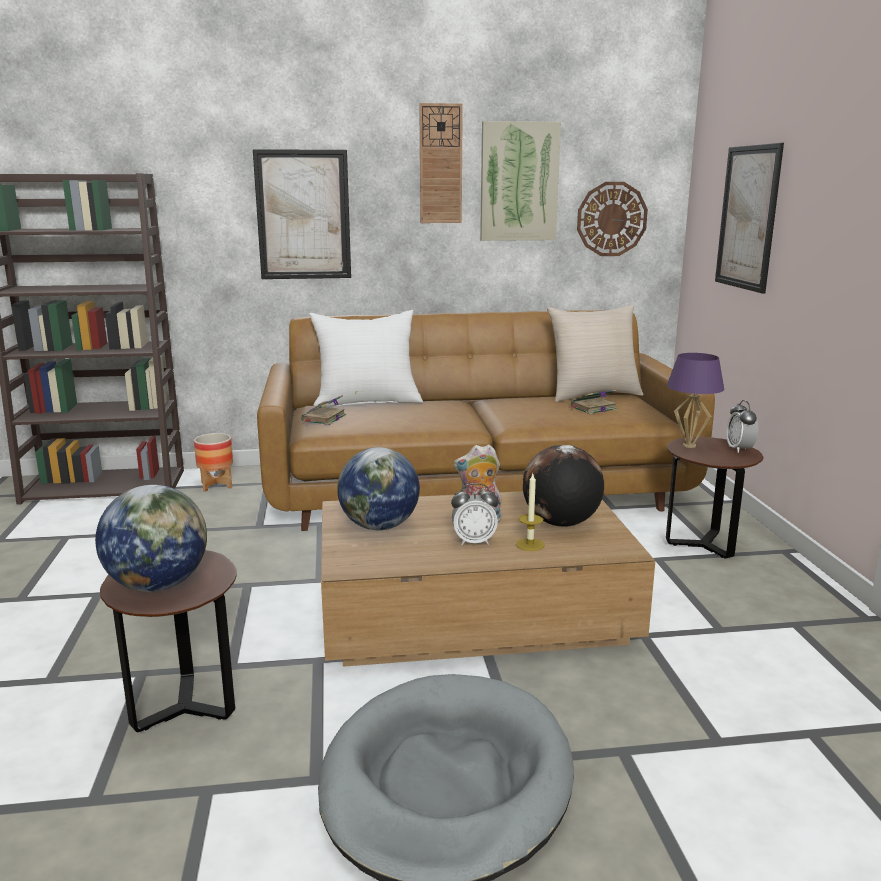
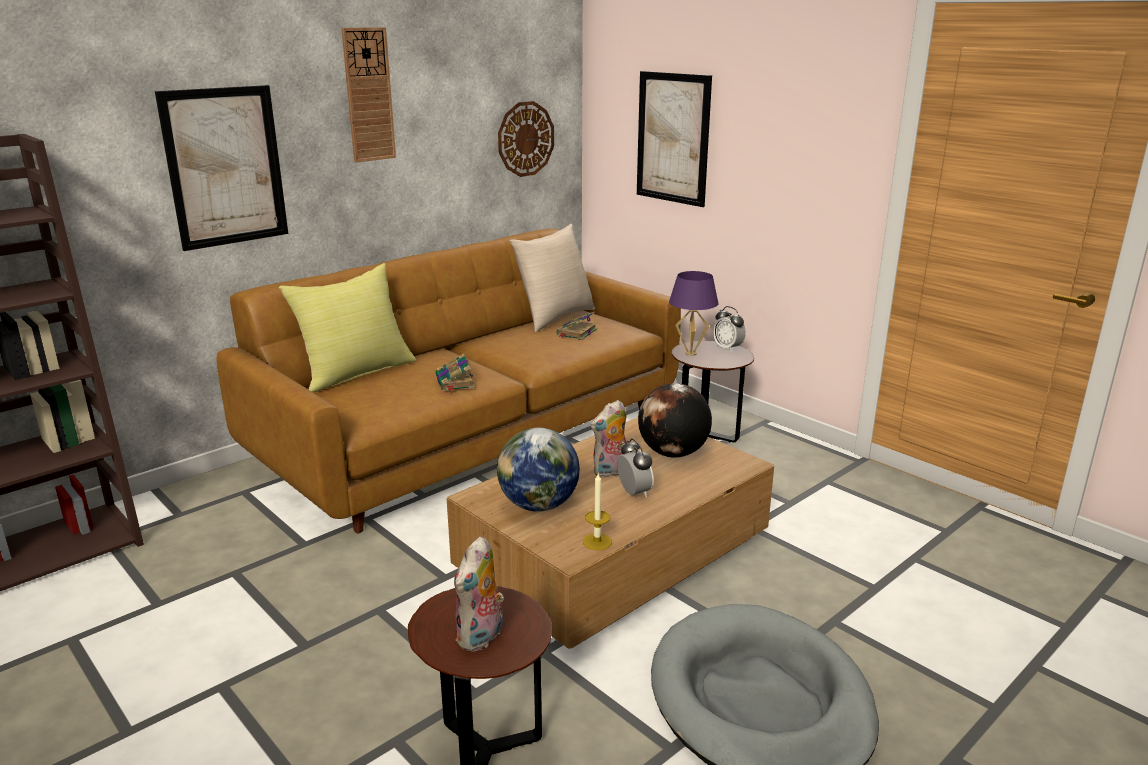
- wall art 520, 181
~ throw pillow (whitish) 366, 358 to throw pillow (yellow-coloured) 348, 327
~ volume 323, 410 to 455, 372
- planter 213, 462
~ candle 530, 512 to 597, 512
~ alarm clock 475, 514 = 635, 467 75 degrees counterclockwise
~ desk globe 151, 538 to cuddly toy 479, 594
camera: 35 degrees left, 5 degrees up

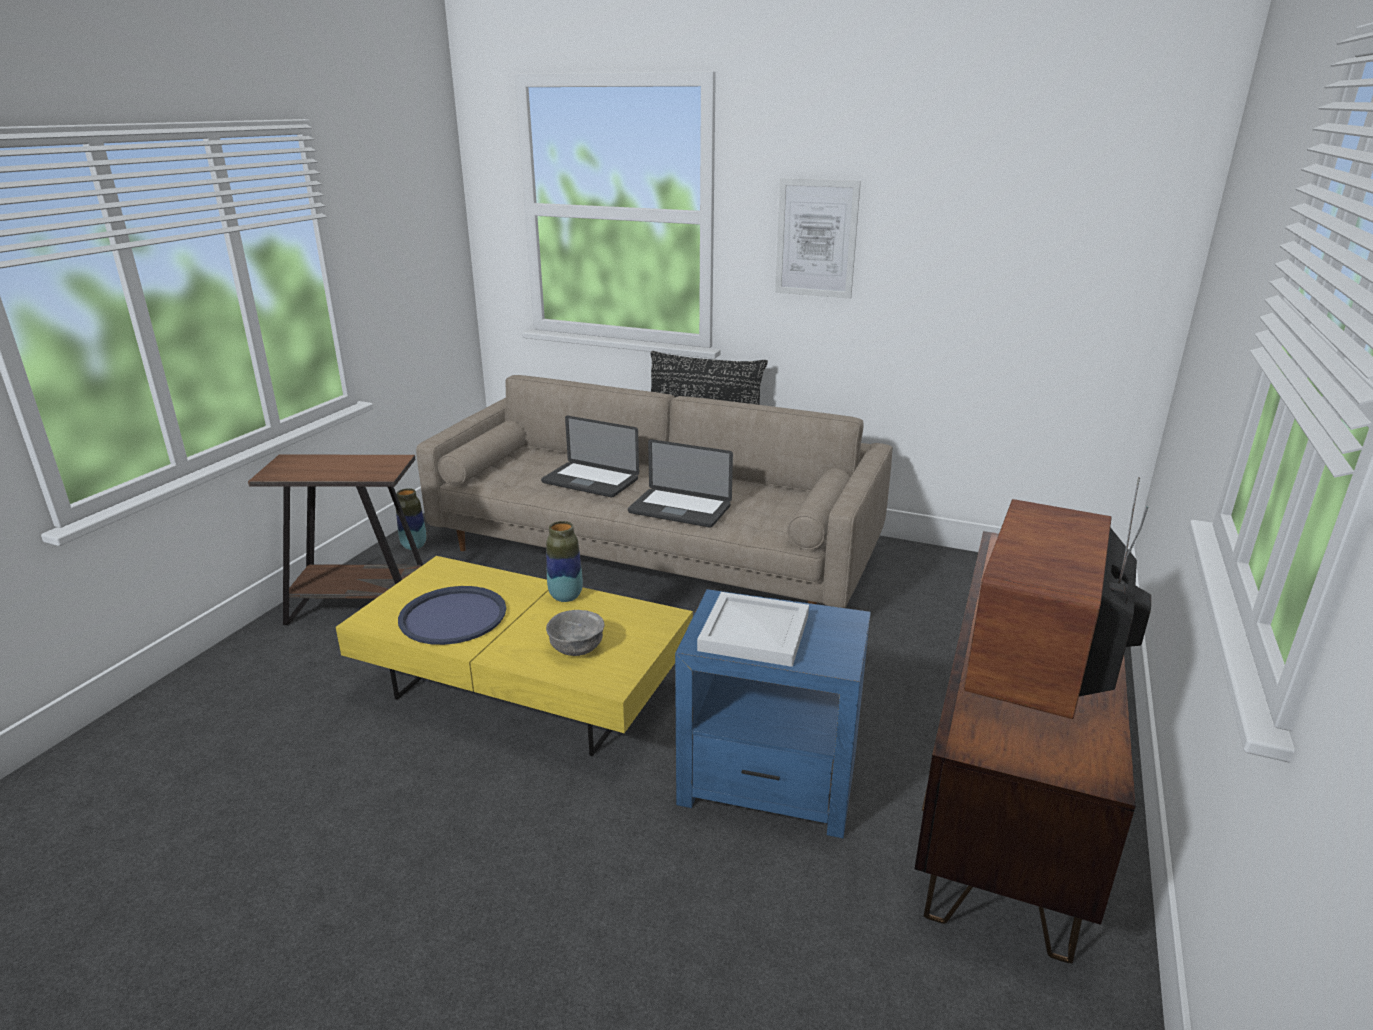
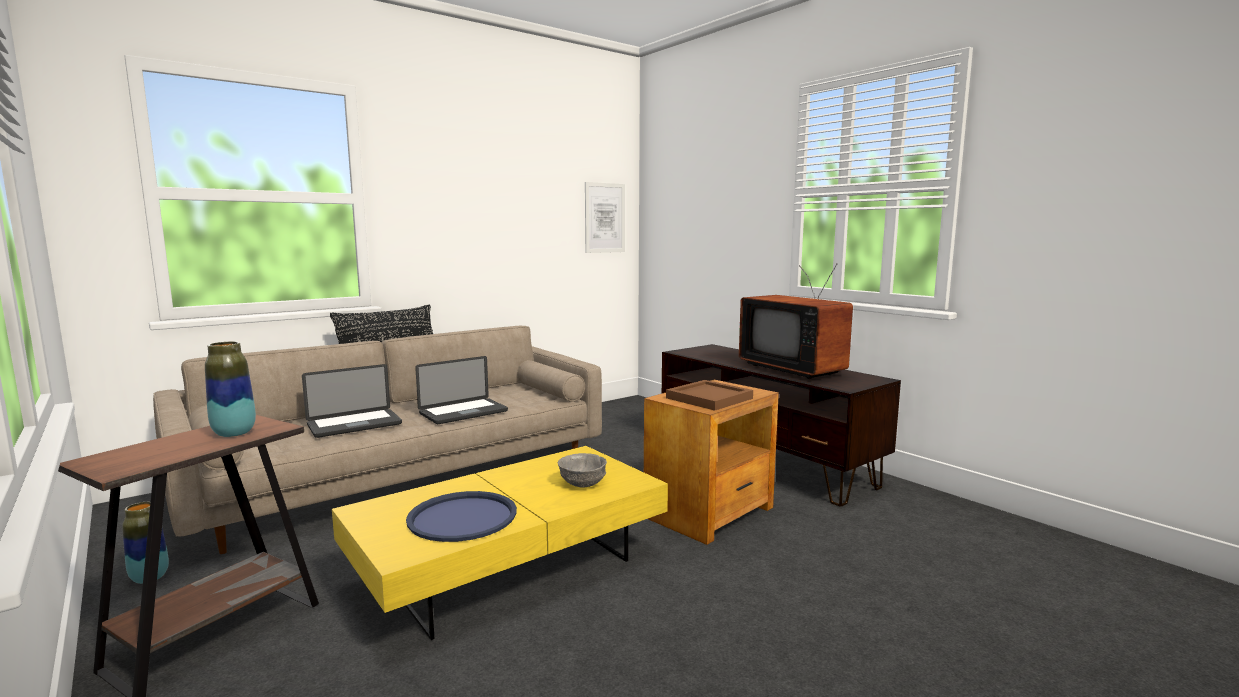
~ wall art 818, 238 to 605, 217
~ vase 564, 561 to 230, 389
~ side table (blue) 773, 713 to side table (brownish) 711, 462
~ tray (whitish) 753, 629 to tray (brownish) 709, 395
camera: 60 degrees left, 15 degrees down

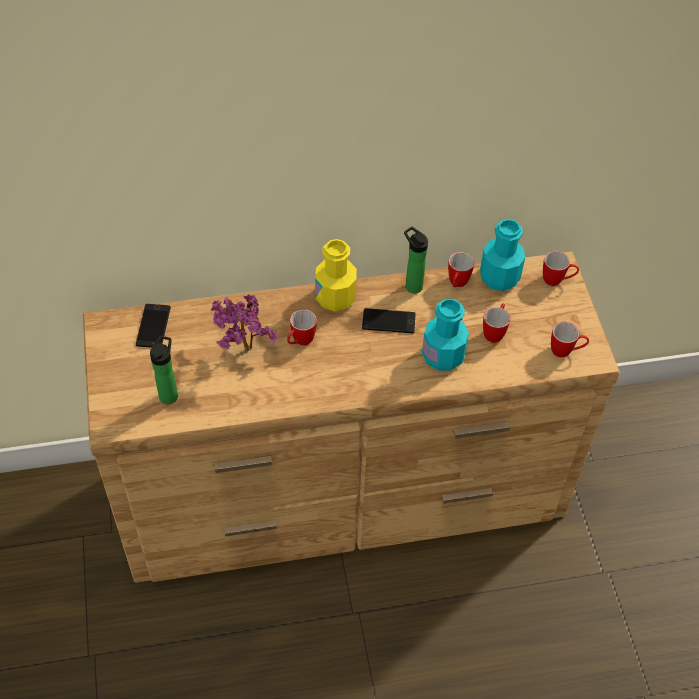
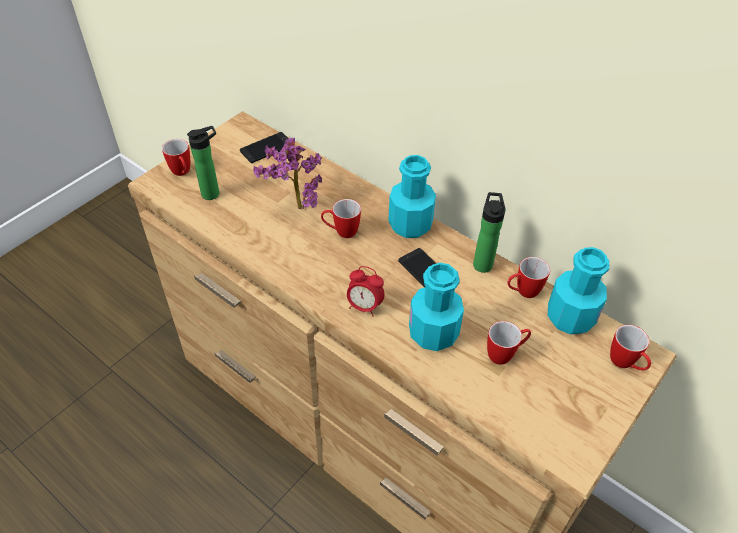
~ drink bottle (yellow-coloured) 336, 275 to drink bottle (turquoise) 412, 196
~ coffee mug 570, 340 to 176, 157
+ alarm clock 366, 291
camera: 50 degrees right, 5 degrees down

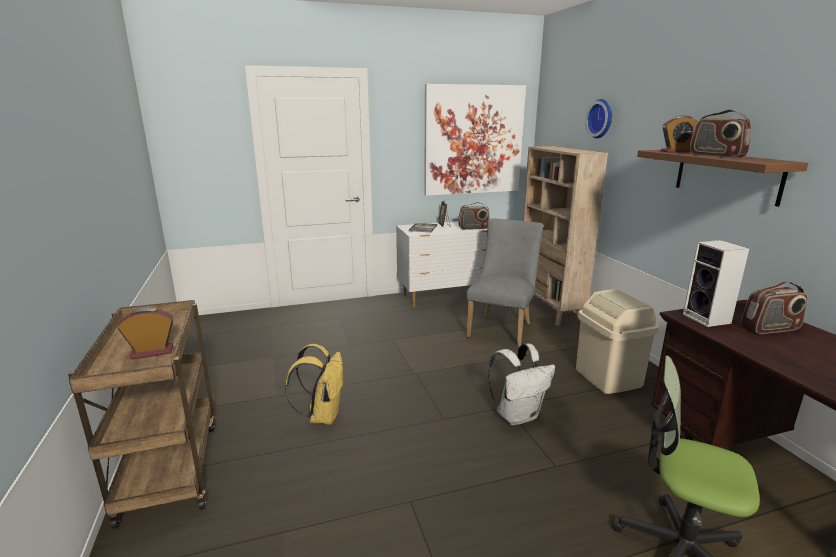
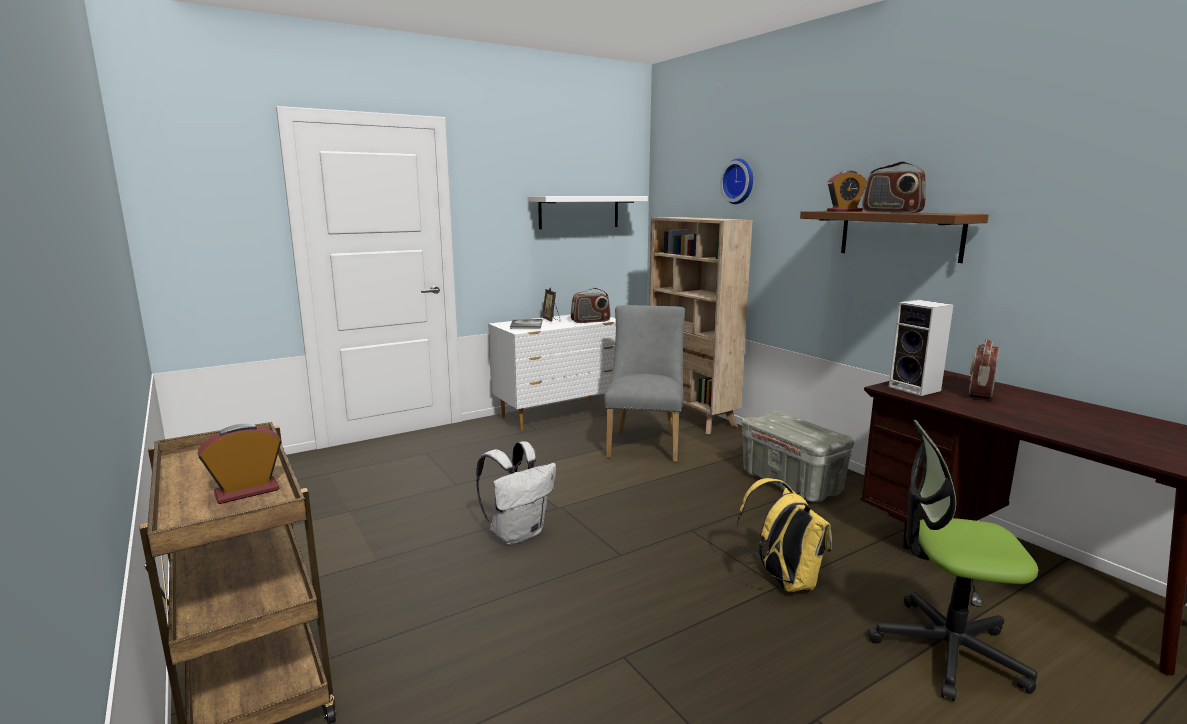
~ wall art 475, 140 to bracket shelf (whitish) 587, 212
~ radio receiver 774, 308 = 984, 369 150 degrees clockwise
~ trash can (beige-coloured) 617, 341 to storage box (grey) 798, 456
~ rucksack (yellow-coloured) 314, 384 to 784, 535
~ rucksack (whitish) 521, 385 to 516, 493
camera: 15 degrees left, 5 degrees down

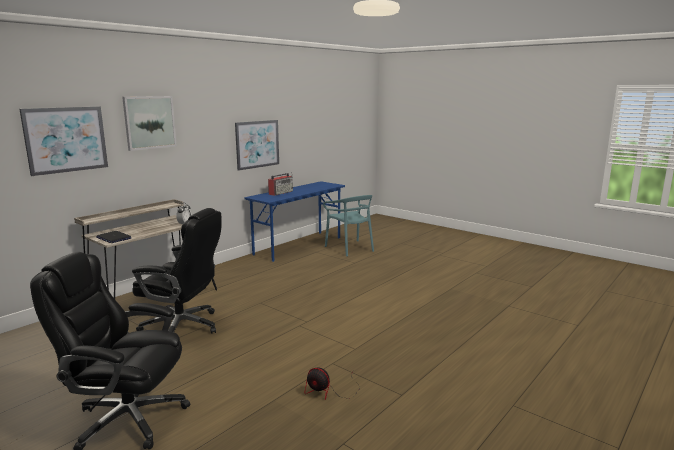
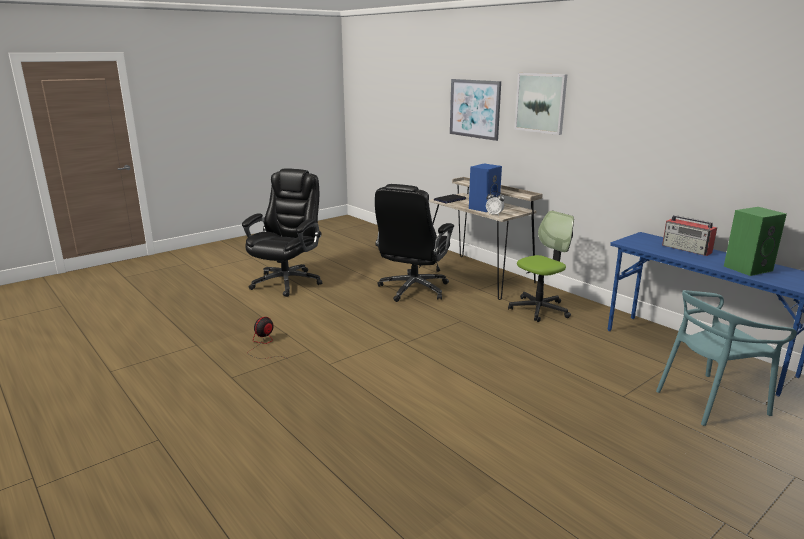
- wall art 257, 145
+ speaker (blue) 485, 187
+ speaker (greenish) 755, 241
+ computer chair 541, 266
camera: 100 degrees right, 5 degrees up

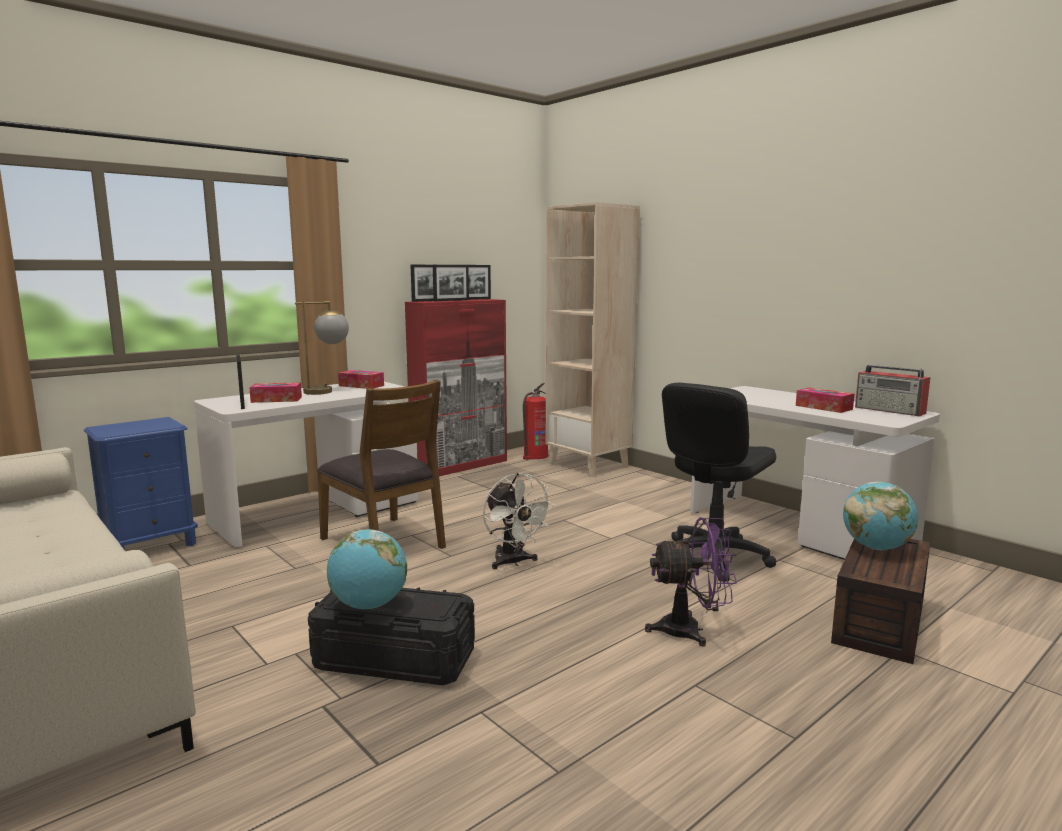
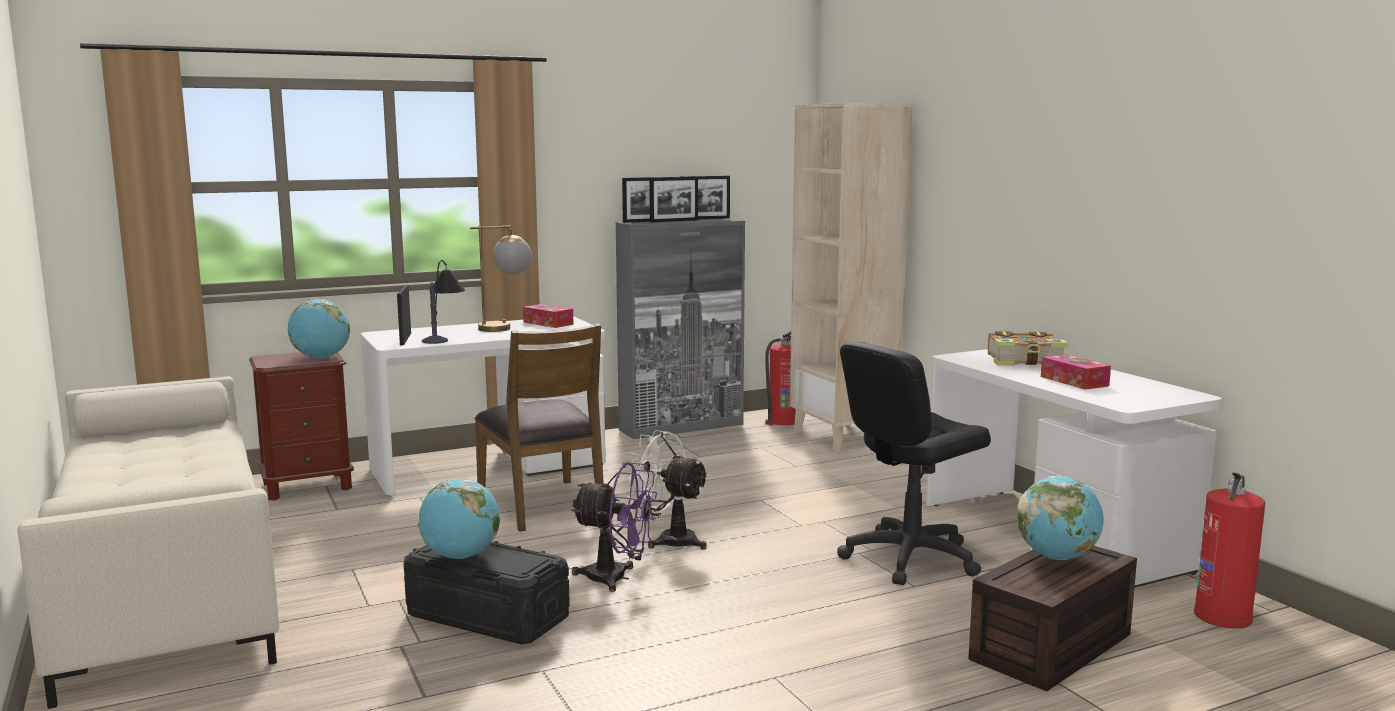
~ cupboard (red) 456, 387 to cupboard (grey) 680, 328
- radio receiver 892, 390
~ tissue box 275, 393 to lamp for a table 443, 302
~ nightstand (blue) 141, 483 to nightstand (brownish) 301, 426
~ fan (whitish) 519, 521 = 666, 490 135 degrees clockwise
~ fan (purple-coloured) 691, 582 to 614, 527
+ desk globe 319, 329
+ volume 1028, 348
+ fire extinguisher 1229, 551
camera: 15 degrees right, 0 degrees up

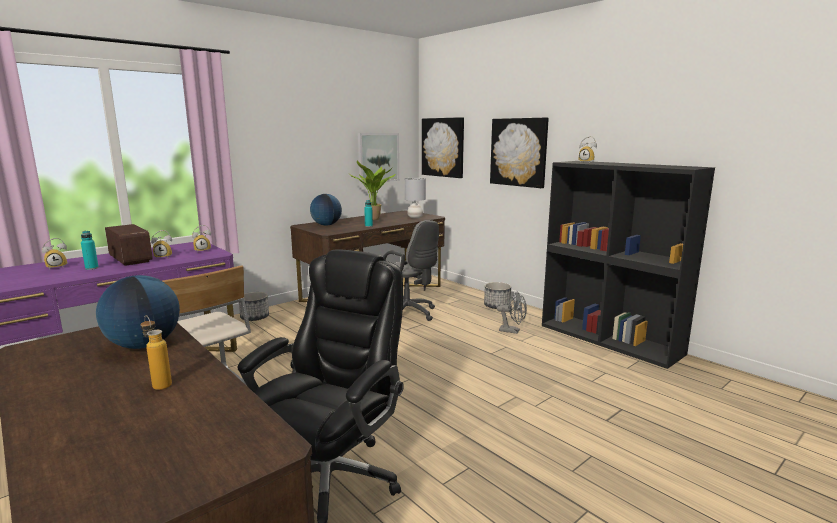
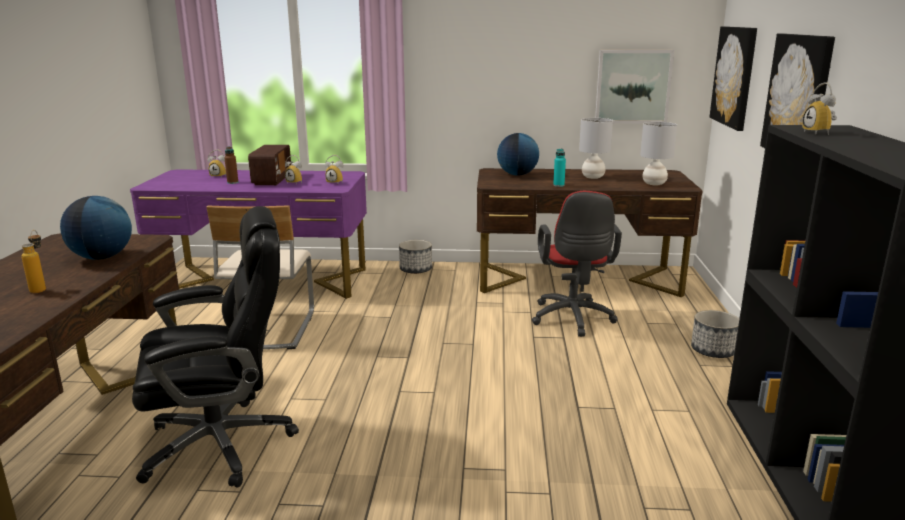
~ houseplant 372, 190 to lamp for a table (grey) 596, 148
~ computer chair (grey) 411, 270 to computer chair (red) 577, 264
~ drink bottle (turquoise) 90, 250 to drink bottle (brownish) 231, 165
- fan (grey) 512, 313
camera: 45 degrees right, 5 degrees up

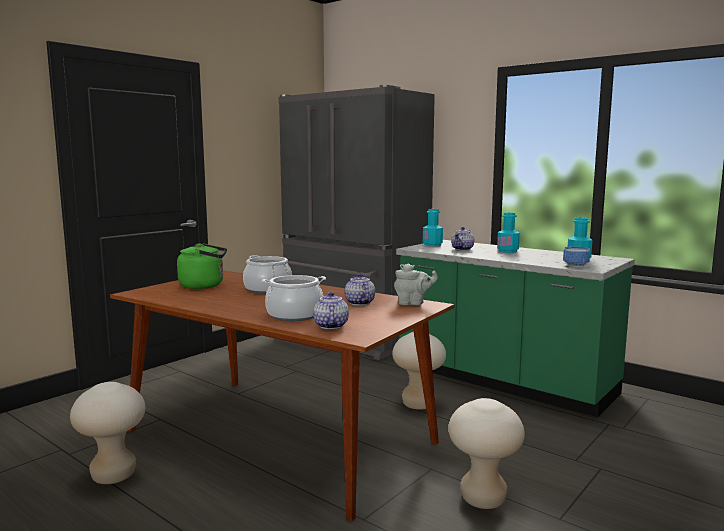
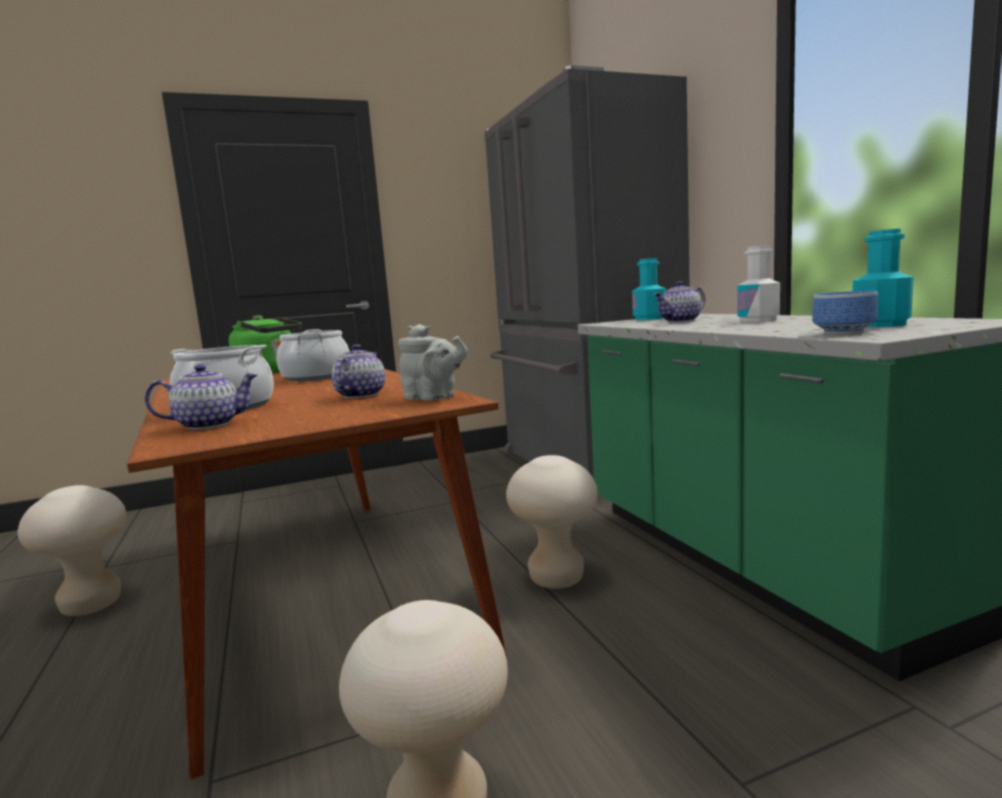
~ drink bottle (turquoise) 508, 233 to drink bottle (whitish) 758, 283
~ pot for tea 331, 310 = 201, 397 45 degrees clockwise
camera: 30 degrees right, 0 degrees up

